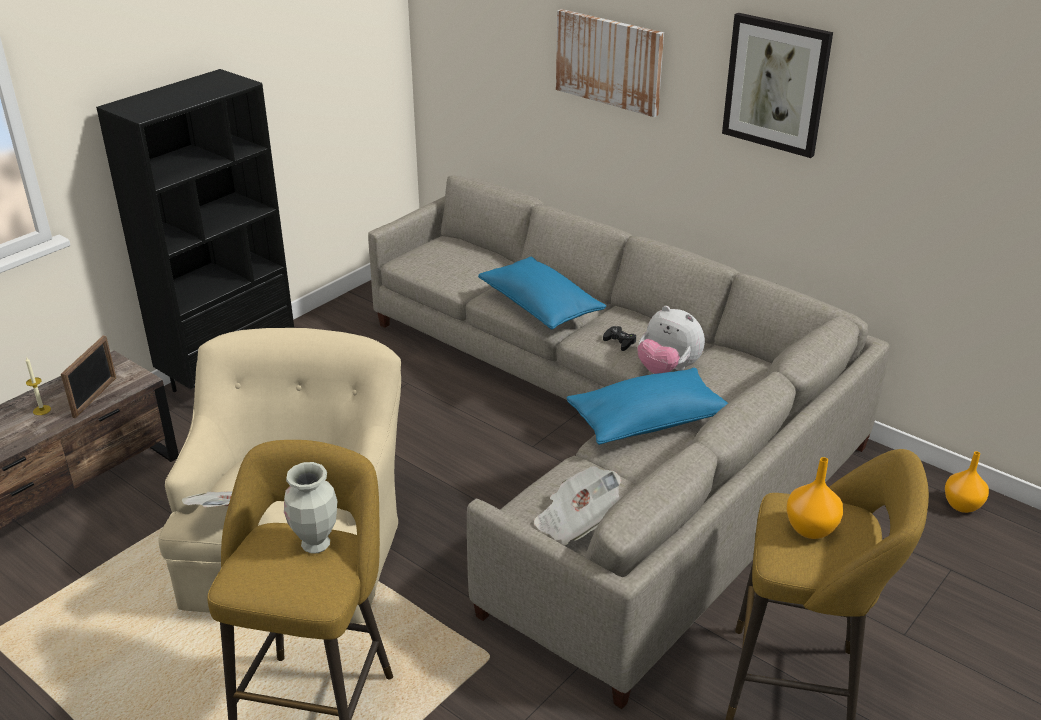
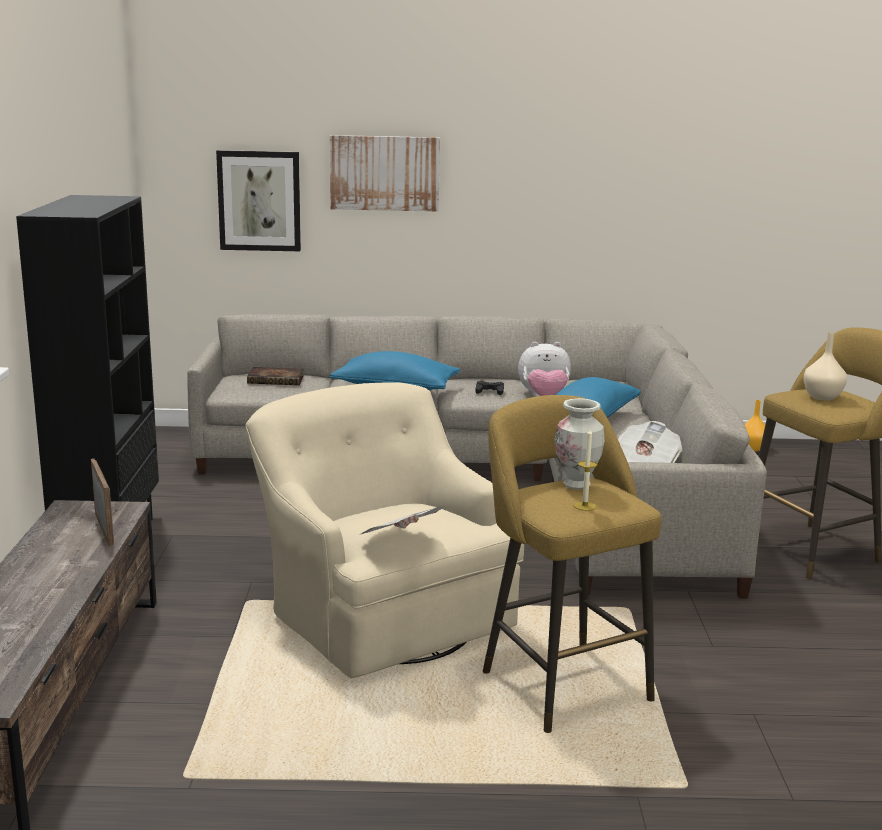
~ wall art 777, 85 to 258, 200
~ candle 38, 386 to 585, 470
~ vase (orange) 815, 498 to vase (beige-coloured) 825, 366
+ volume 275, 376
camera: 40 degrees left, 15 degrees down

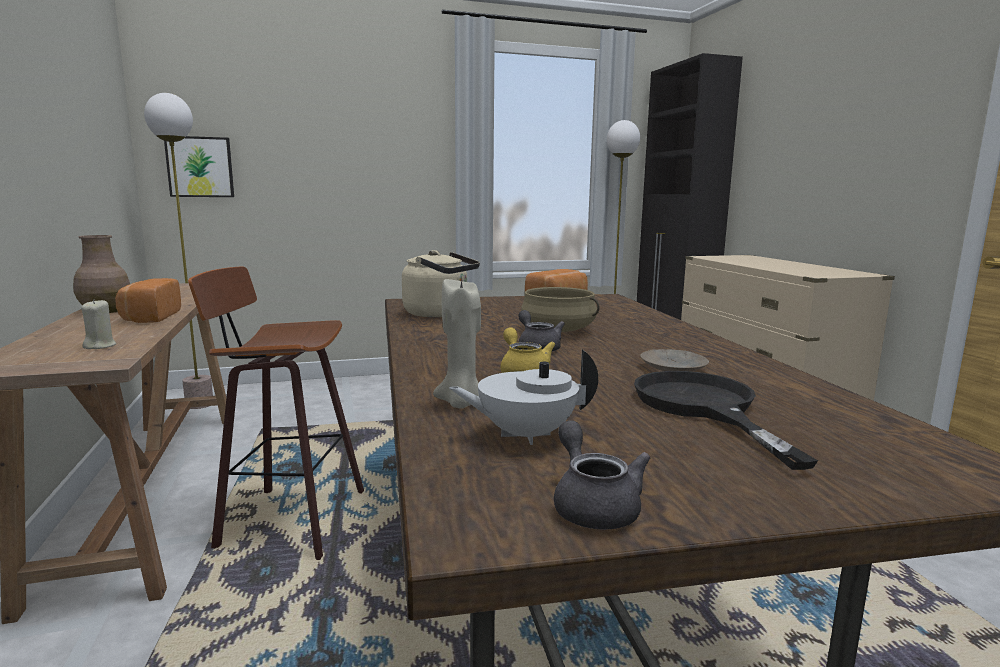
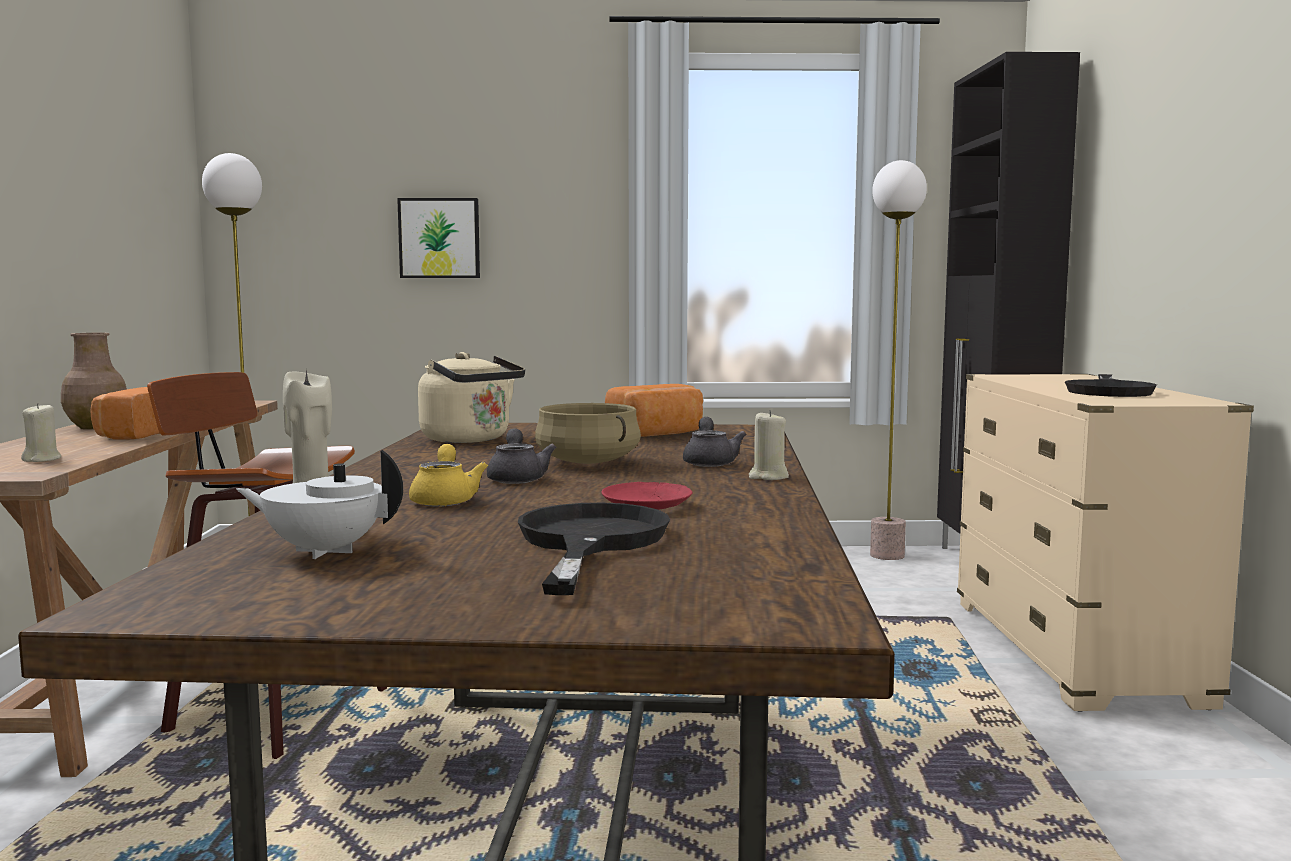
~ wall art 199, 166 to 438, 238
~ dinner plate (beige-coloured) 674, 360 to dinner plate (red) 647, 496
~ pot for tea (grey) 602, 475 to 714, 442
+ skillet (blackish) 1111, 385
+ candle (beige-coloured) 769, 445
camera: 15 degrees right, 5 degrees down

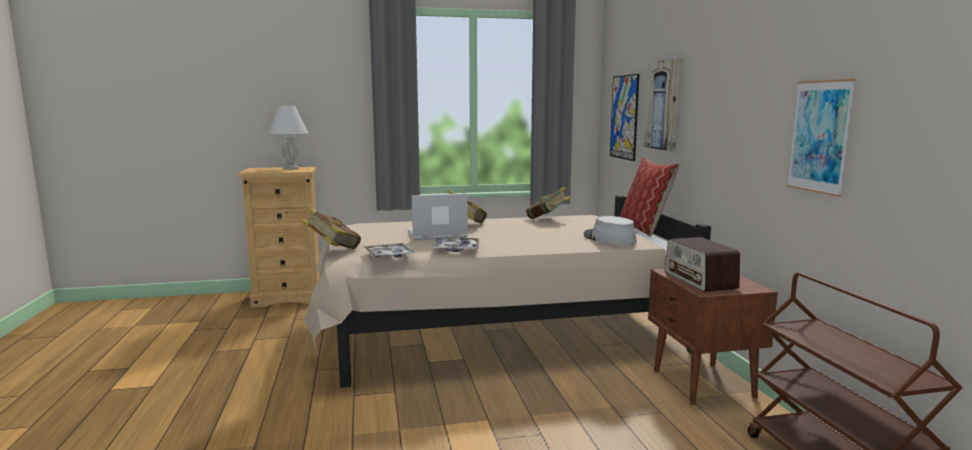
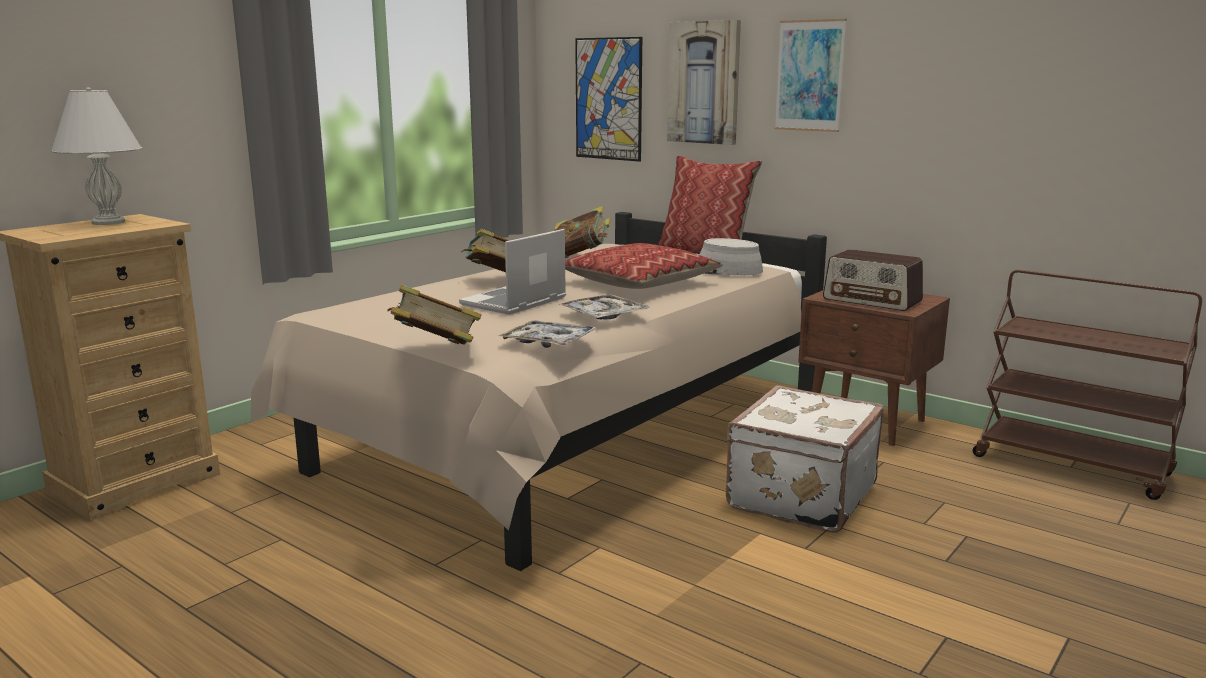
~ wall art 821, 138 to 811, 75
+ throw pillow 644, 266
+ piece of luggage (whitish) 805, 459
camera: 40 degrees left, 5 degrees up

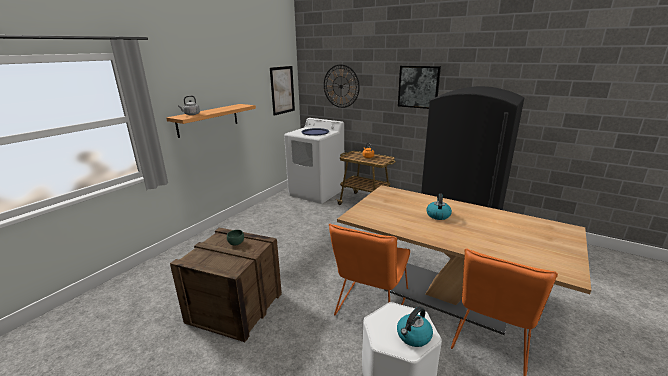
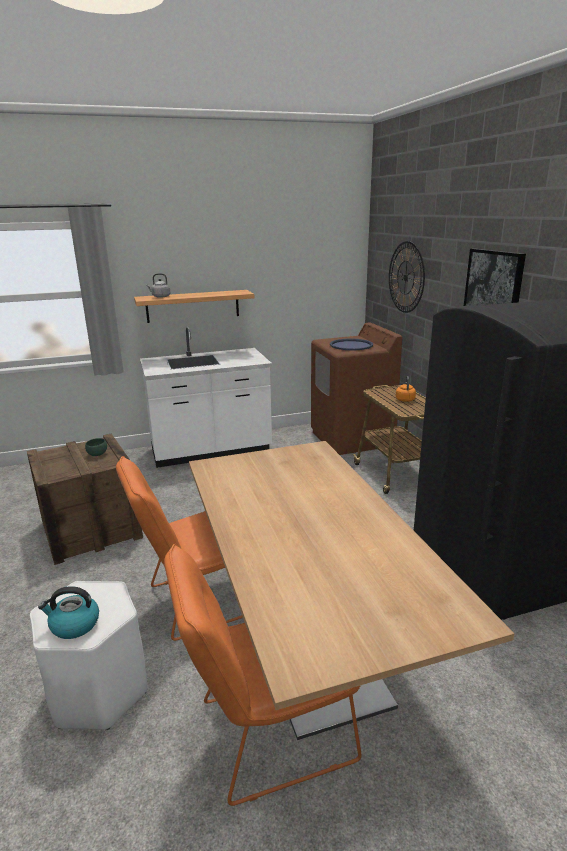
- wall art 282, 91
~ washing machine (whitish) 314, 161 to washing machine (brownish) 356, 388
- water kettle 439, 207
+ kitchen base unit (whitish) 206, 397
camera: 40 degrees right, 0 degrees up

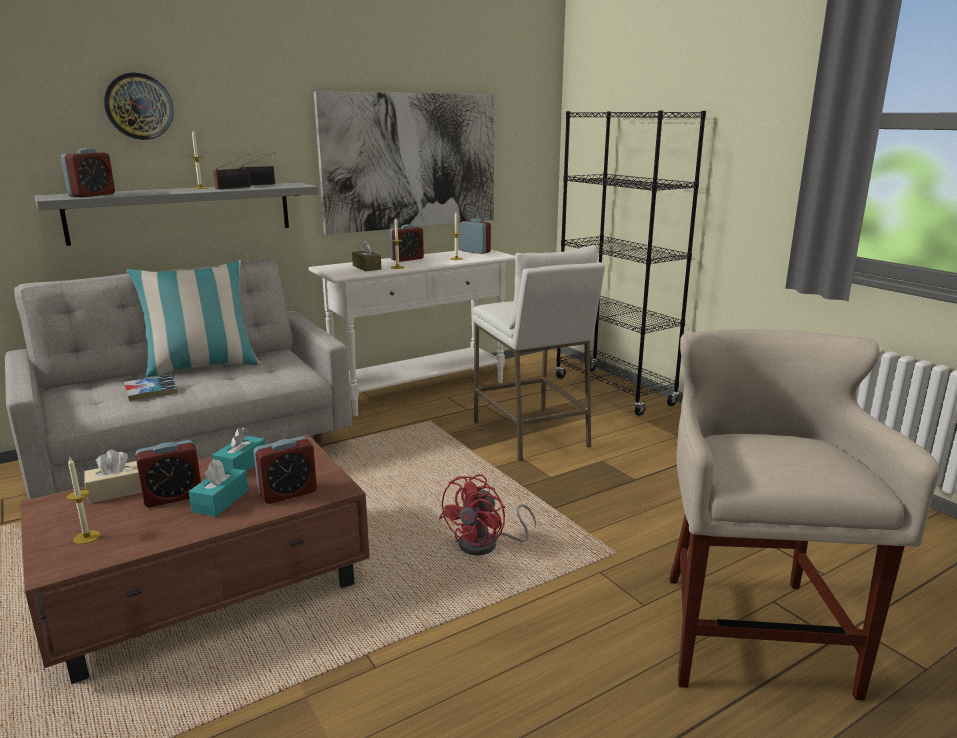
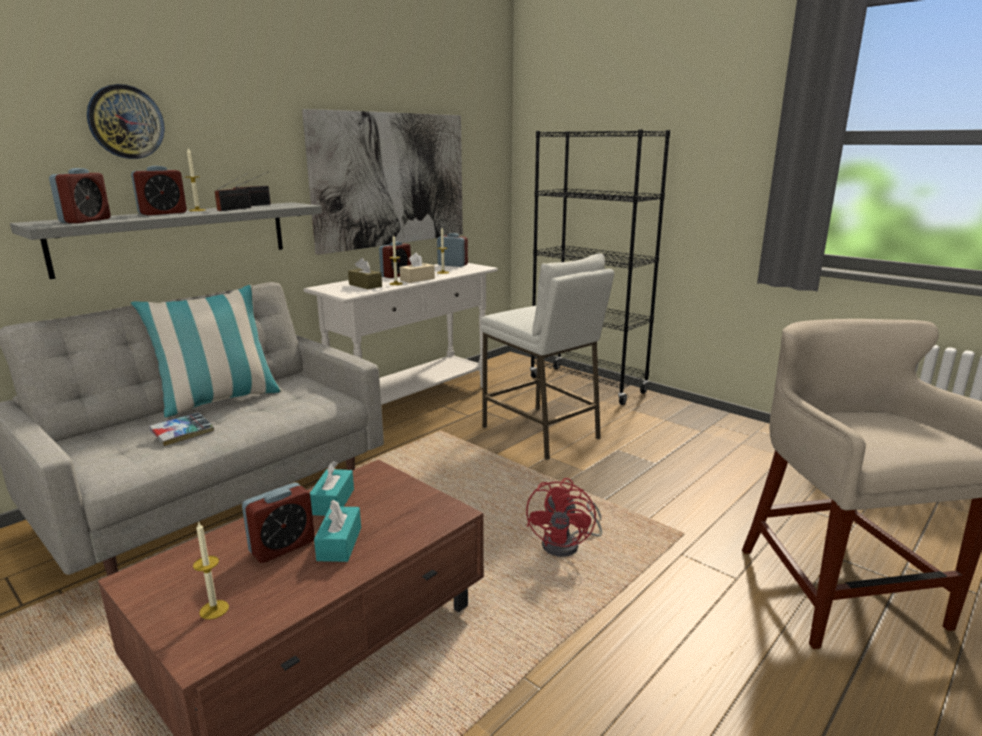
~ alarm clock 285, 470 to 159, 190
~ tissue box (beige-coloured) 113, 477 to 417, 268
camera: 15 degrees left, 0 degrees up

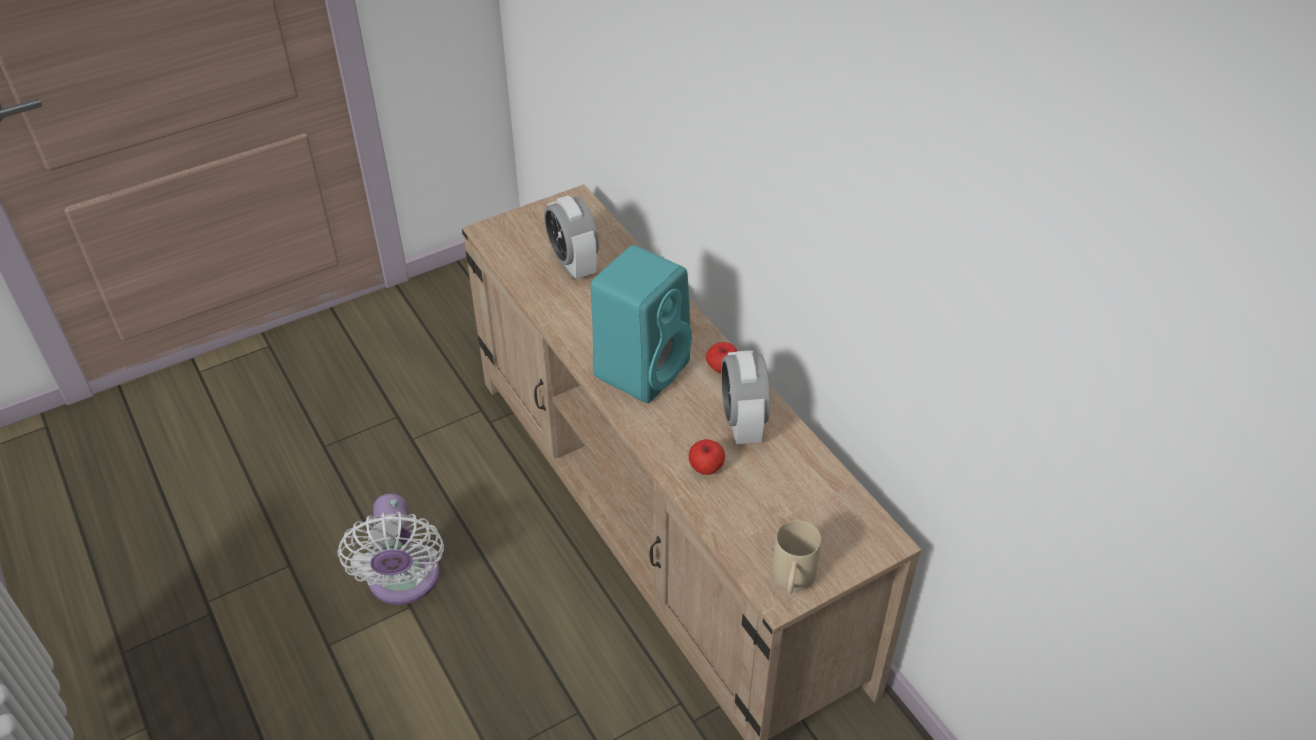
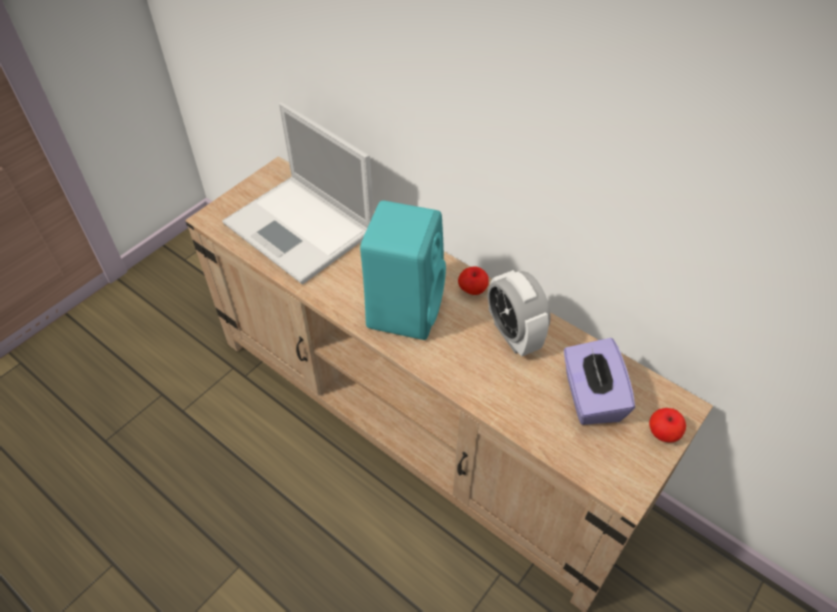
~ alarm clock 571, 237 to laptop 298, 193
~ apple fruit 707, 457 to 667, 425
- fan (whitish) 391, 549
- coffee mug (beige-coloured) 796, 557
+ tissue box (purple-coloured) 599, 381
camera: 20 degrees left, 5 degrees up

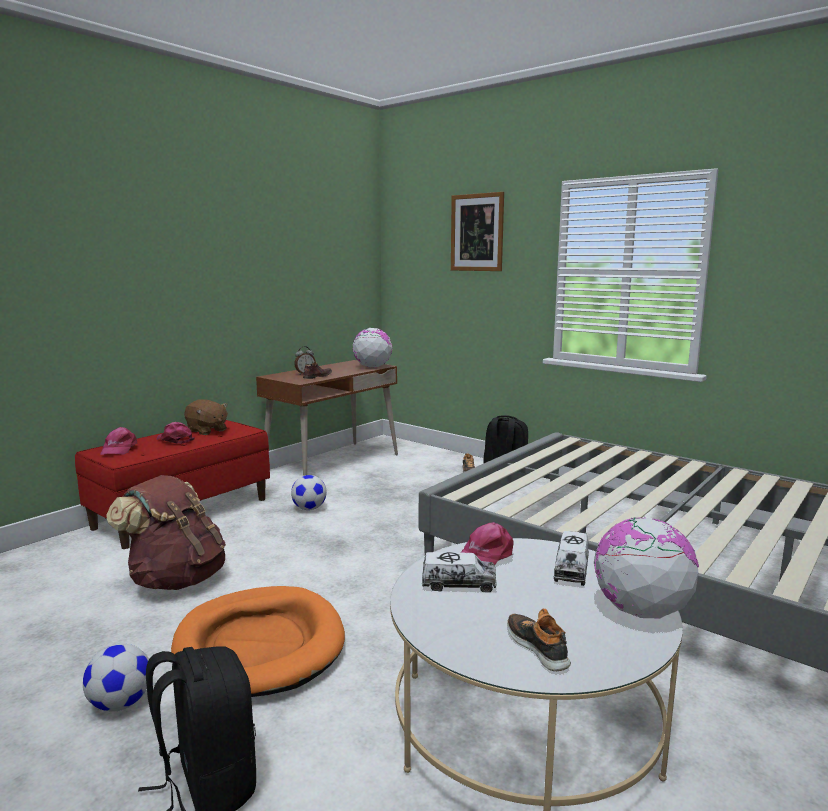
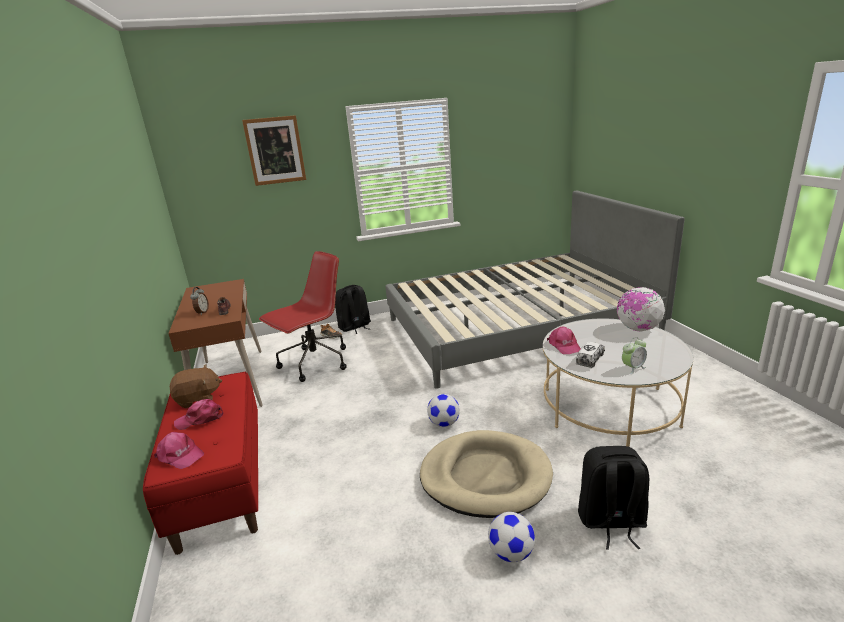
- desk globe 372, 348
- rucksack (brownish) 166, 532
~ football 309, 492 to 443, 410
- model truck 571, 558
~ dog bed (orange) 258, 641 to dog bed (beige-coloured) 486, 474
- item of footwear 539, 640
+ computer chair (red) 303, 316
+ alarm clock 634, 355
camera: 55 degrees left, 10 degrees up

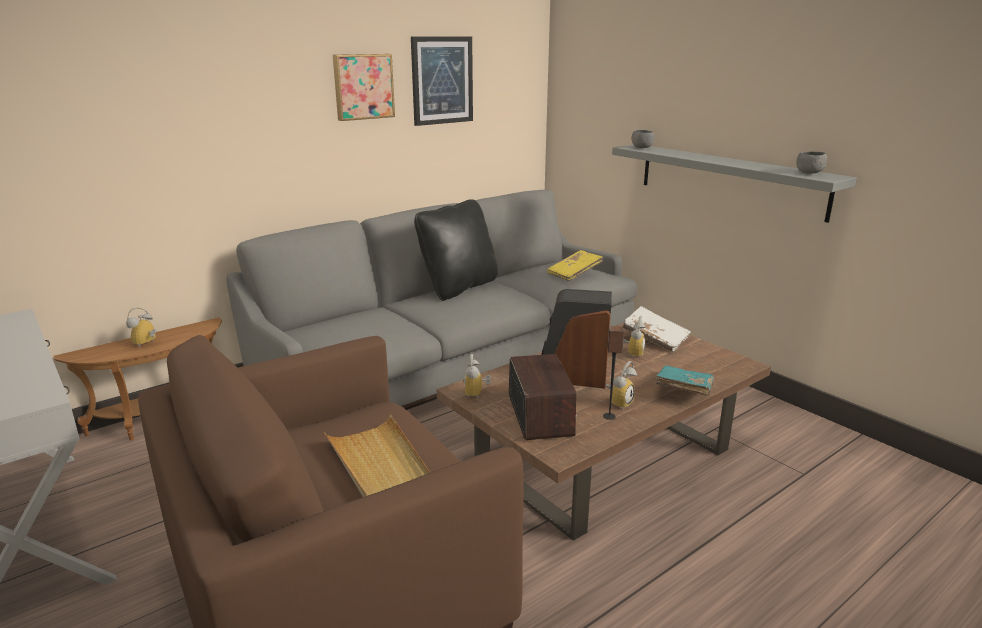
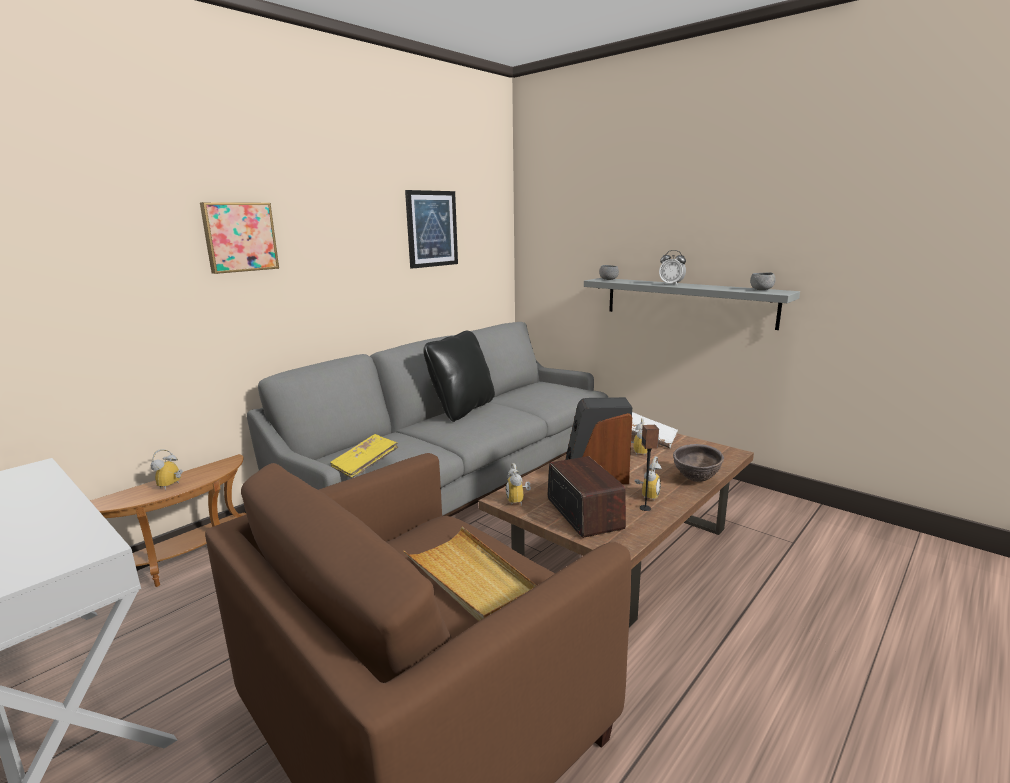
~ wall art 364, 87 to 239, 238
~ volume (yellow-coloured) 575, 265 to 364, 456
~ volume (turquoise) 685, 380 to bowl (brownish) 698, 463
+ alarm clock 672, 267
camera: 10 degrees left, 5 degrees down

